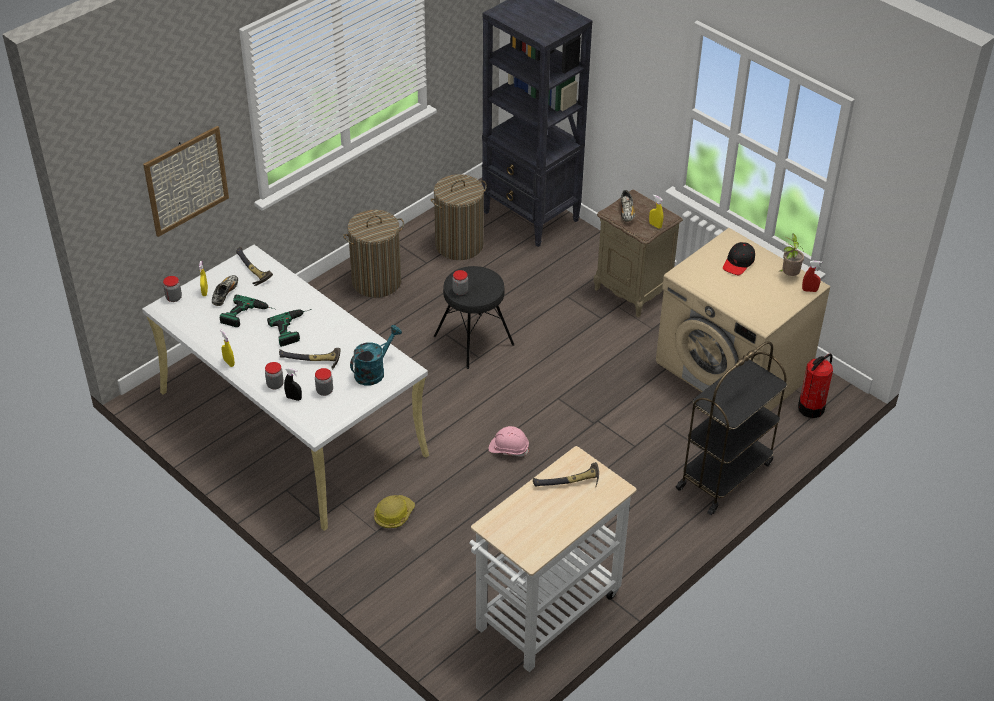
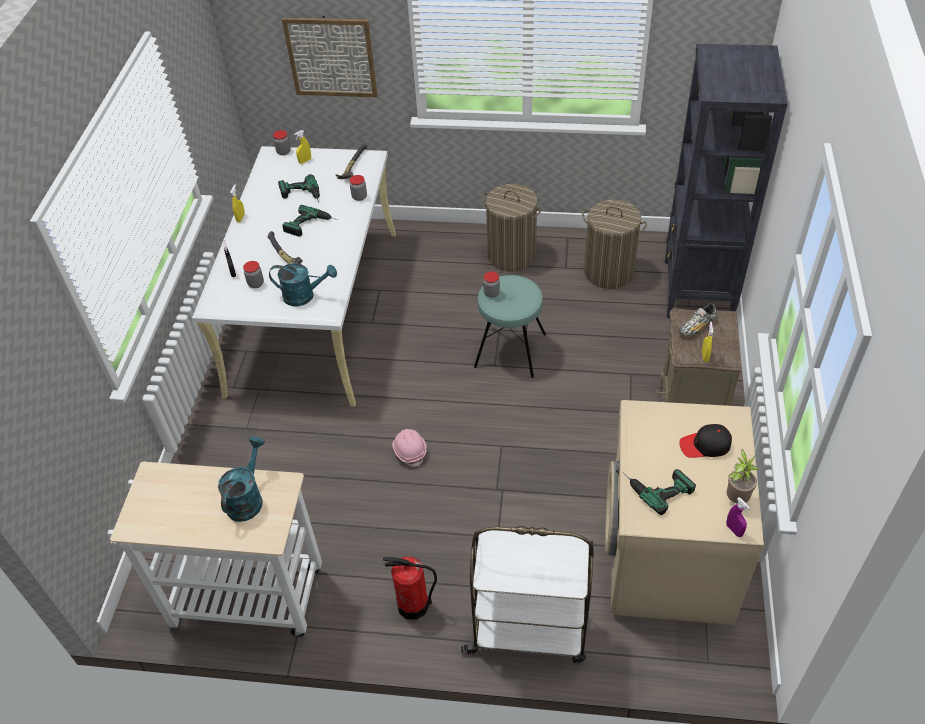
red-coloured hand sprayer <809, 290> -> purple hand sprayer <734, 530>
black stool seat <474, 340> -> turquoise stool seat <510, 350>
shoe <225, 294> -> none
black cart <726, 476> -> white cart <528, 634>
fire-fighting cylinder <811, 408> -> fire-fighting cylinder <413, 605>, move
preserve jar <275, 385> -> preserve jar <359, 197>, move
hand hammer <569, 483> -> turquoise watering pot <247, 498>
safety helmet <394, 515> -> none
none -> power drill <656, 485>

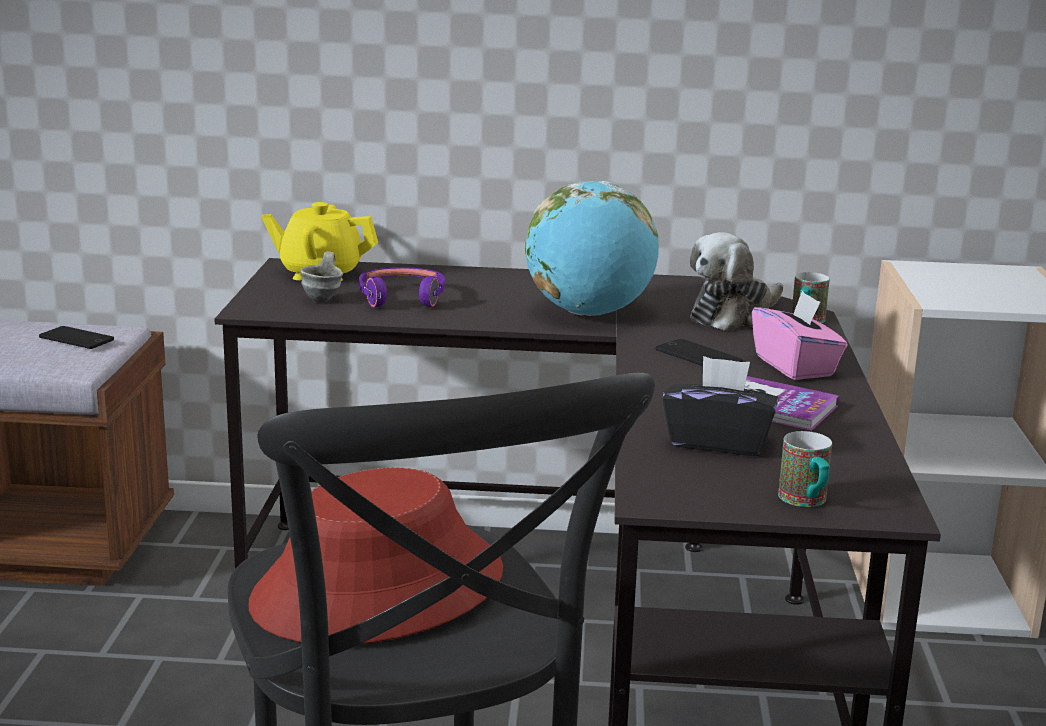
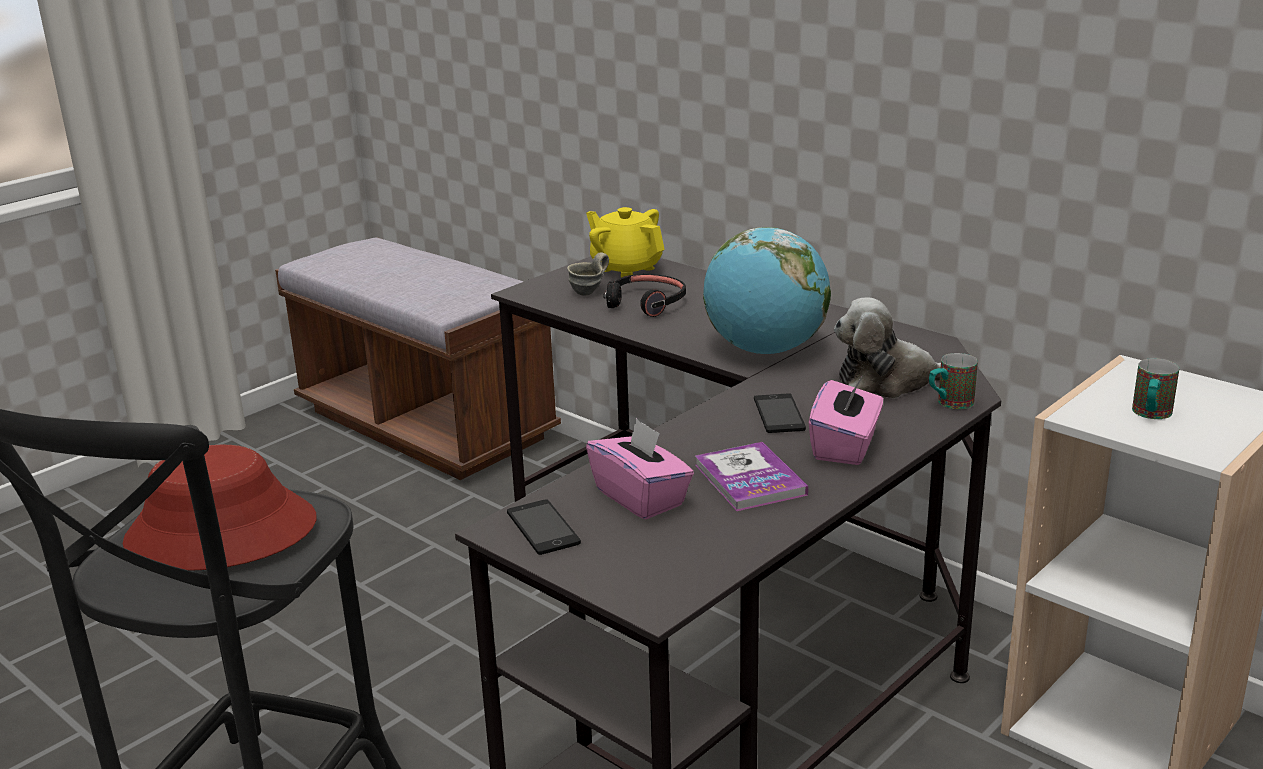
purple pair of headphones <402, 298> -> black pair of headphones <646, 303>
telephone <76, 339> -> telephone <543, 528>, move
black tissue box <718, 442> -> pinkish tissue box <641, 497>
tea mug <806, 502> -> tea mug <1150, 415>, move

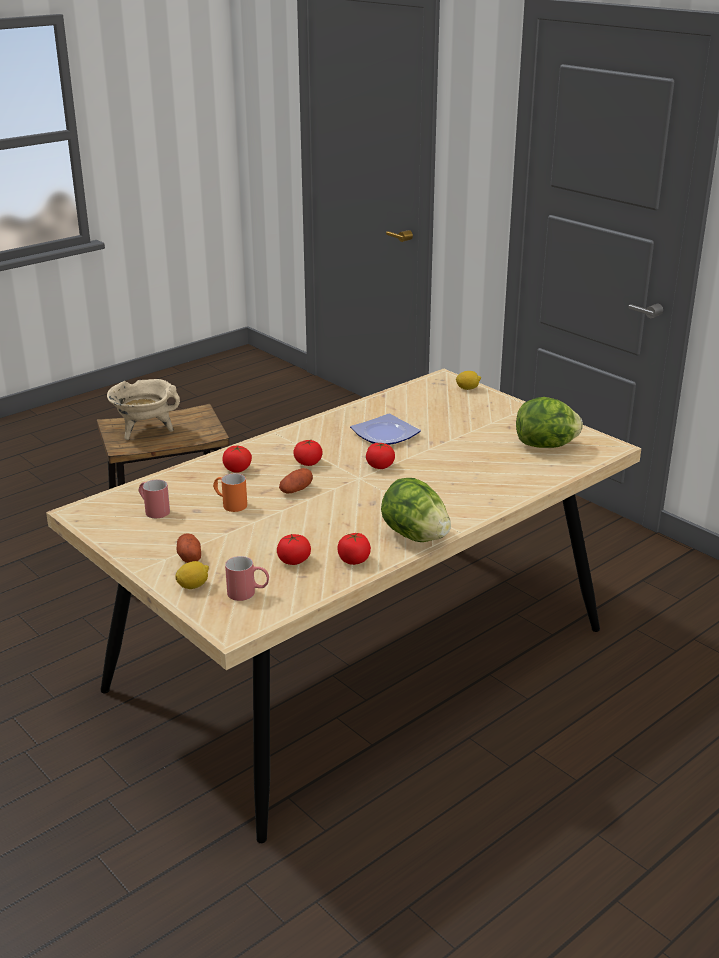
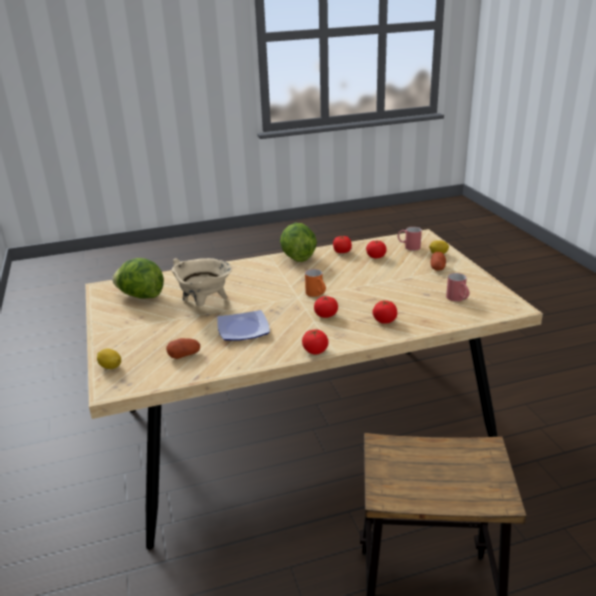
sand-coloured saucepot <145, 431> -> sand-coloured saucepot <205, 304>, move
whole tomato <380, 466> -> whole tomato <315, 350>, move
potato <296, 490> -> potato <184, 355>, move
orange-coloured tea mug <230, 504> -> orange-coloured tea mug <316, 294>, move

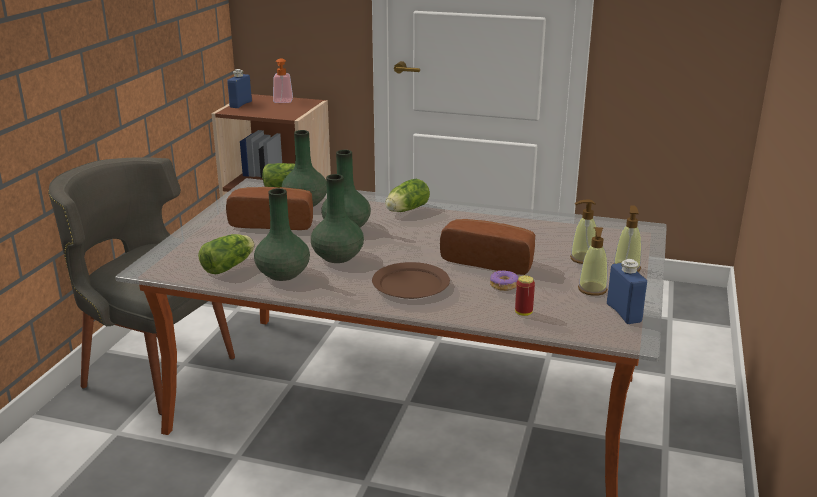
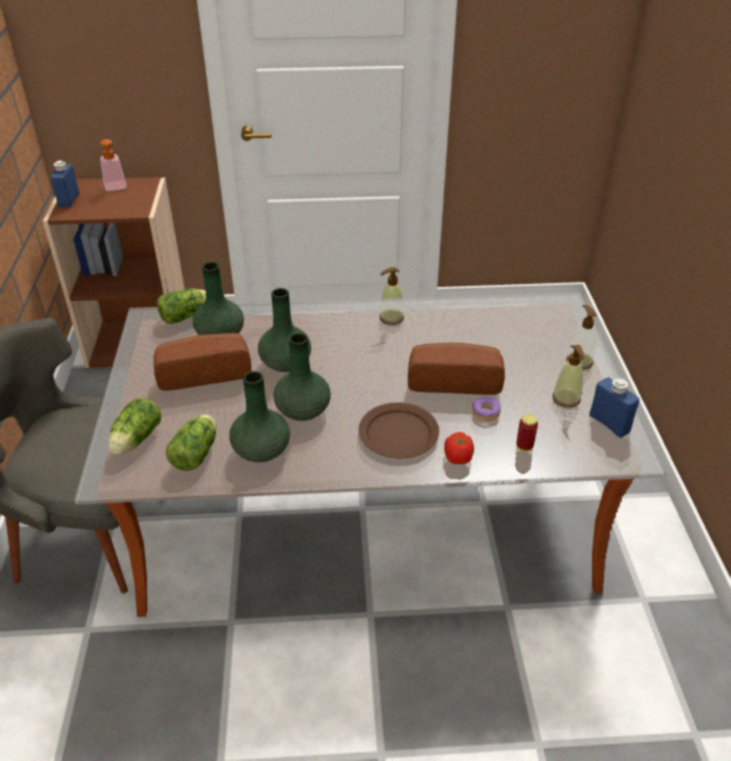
lettuce head <405, 210> -> lettuce head <135, 440>, move
liquid soap bottle <583, 259> -> liquid soap bottle <391, 318>, move
none -> whole tomato <457, 458>

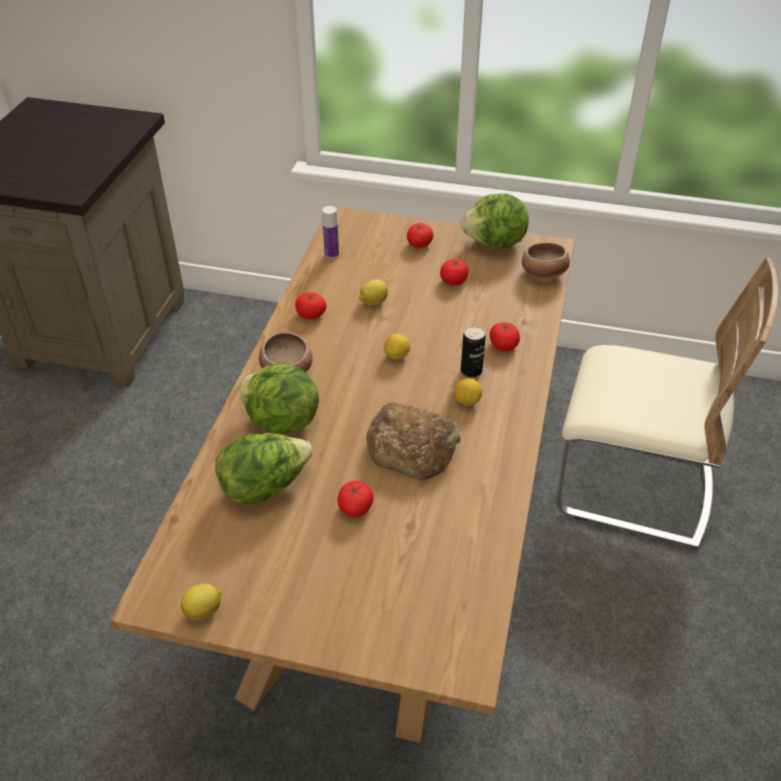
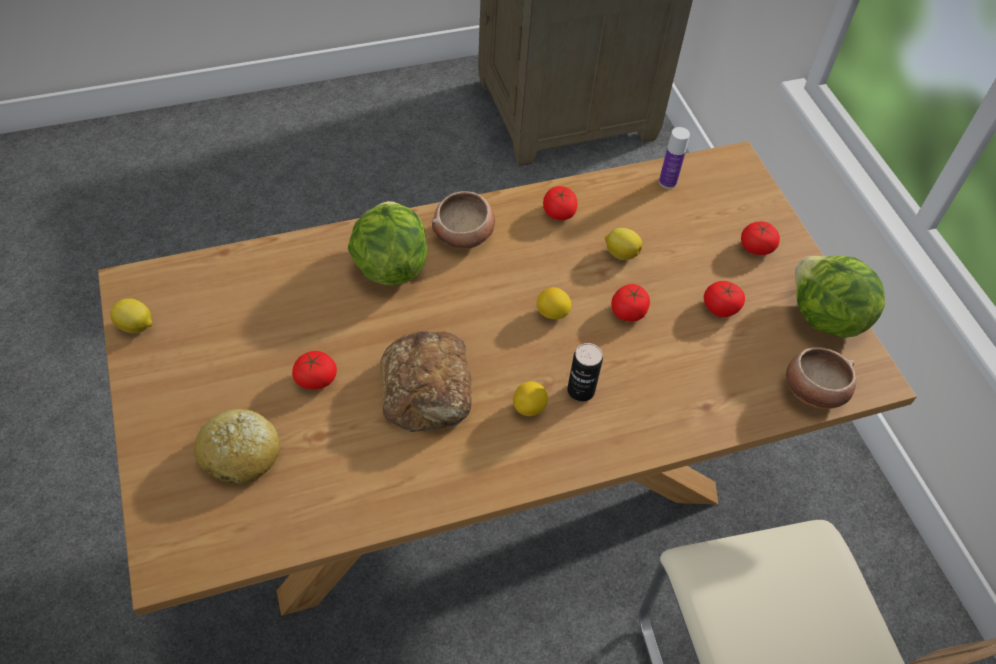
whole tomato <503, 345> -> whole tomato <628, 311>, move
lettuce head <265, 486> -> none
none -> bread <240, 454>

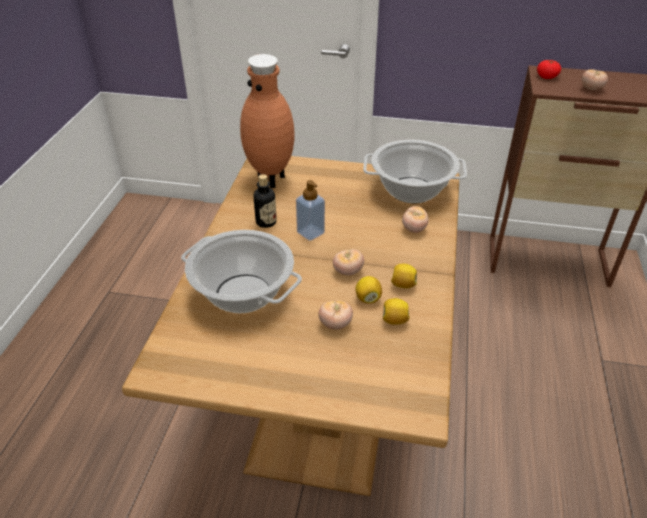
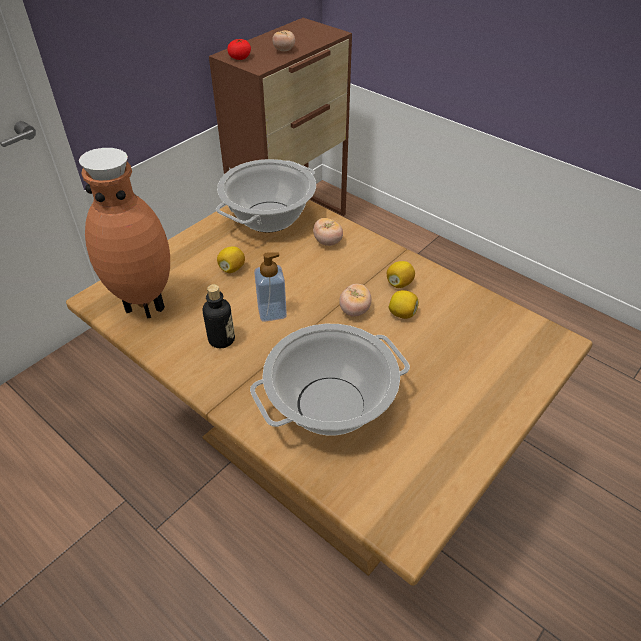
citrus fruit <394, 320> -> citrus fruit <232, 268>, move
whole tomato <335, 324> -> none

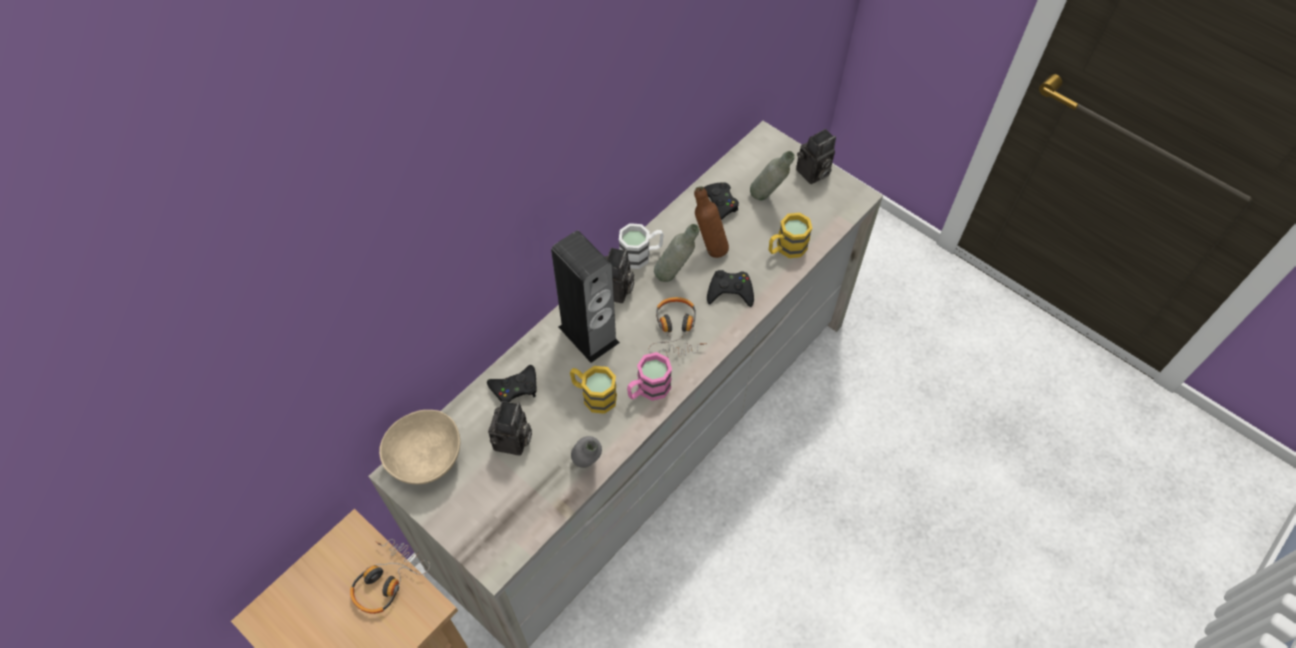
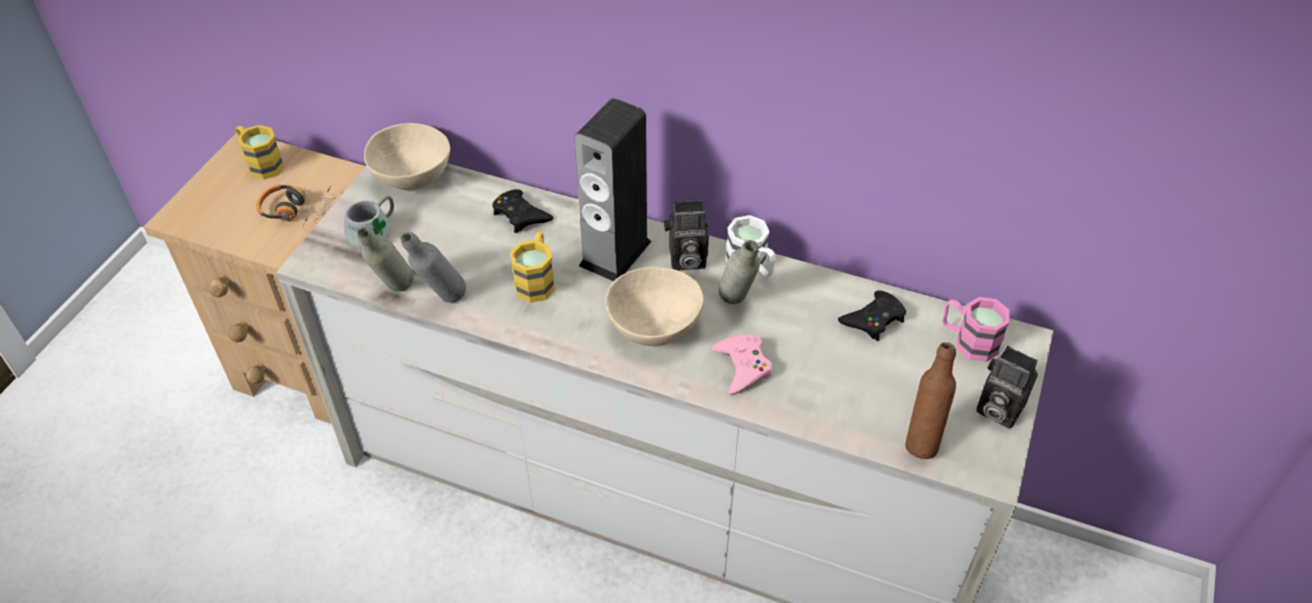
grey drink bottle <767, 199> -> grey drink bottle <394, 293>, move
brownish drink bottle <709, 247> -> brownish drink bottle <922, 439>, move
yellowish tea mug <786, 248> -> yellowish tea mug <261, 164>, move
black joypad <730, 291> -> pinkish joypad <742, 367>
pair of headphones <676, 331> -> sand-coloured bowl <656, 329>
pinkish tea mug <648, 389> -> pinkish tea mug <968, 341>, move
still camera <513, 442> -> none
none -> grey tea mug <377, 234>

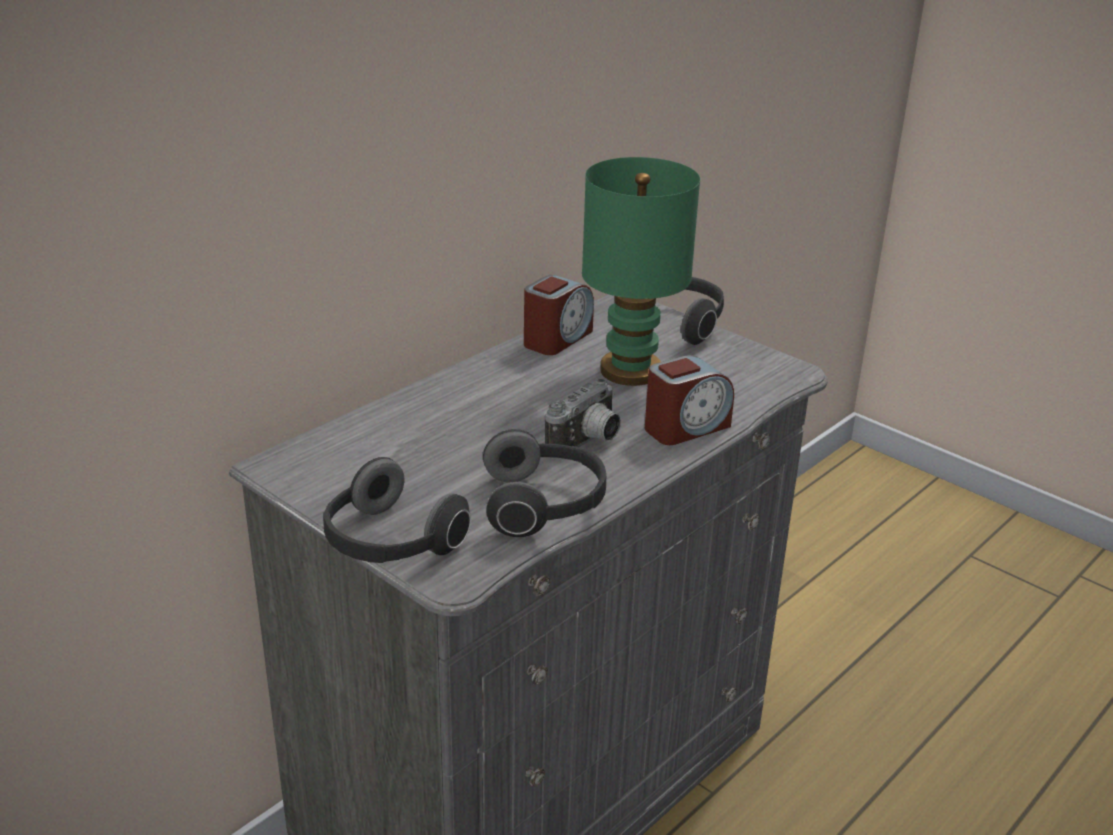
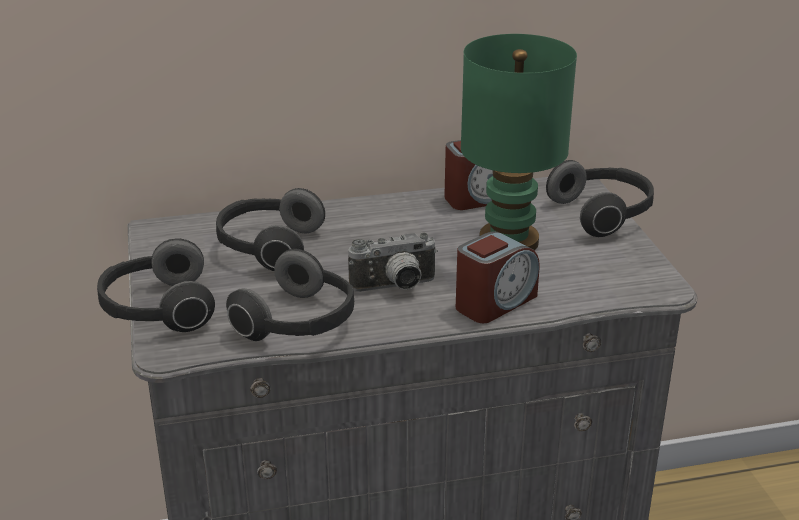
alarm clock <686, 427> -> alarm clock <495, 302>, 45 degrees counterclockwise
none -> pair of headphones <268, 247>

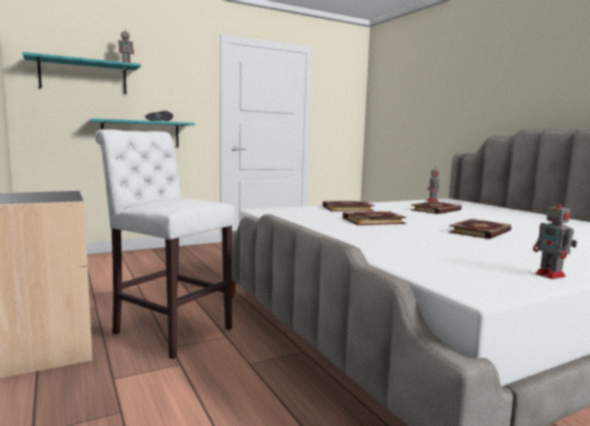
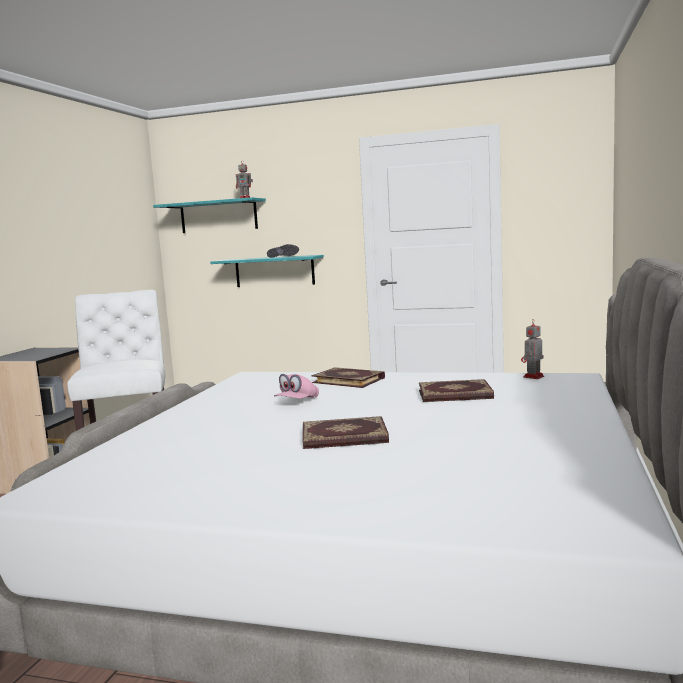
robot figure <551, 275> -> none
volume <373, 220> -> pinkish peaked cap <297, 402>

